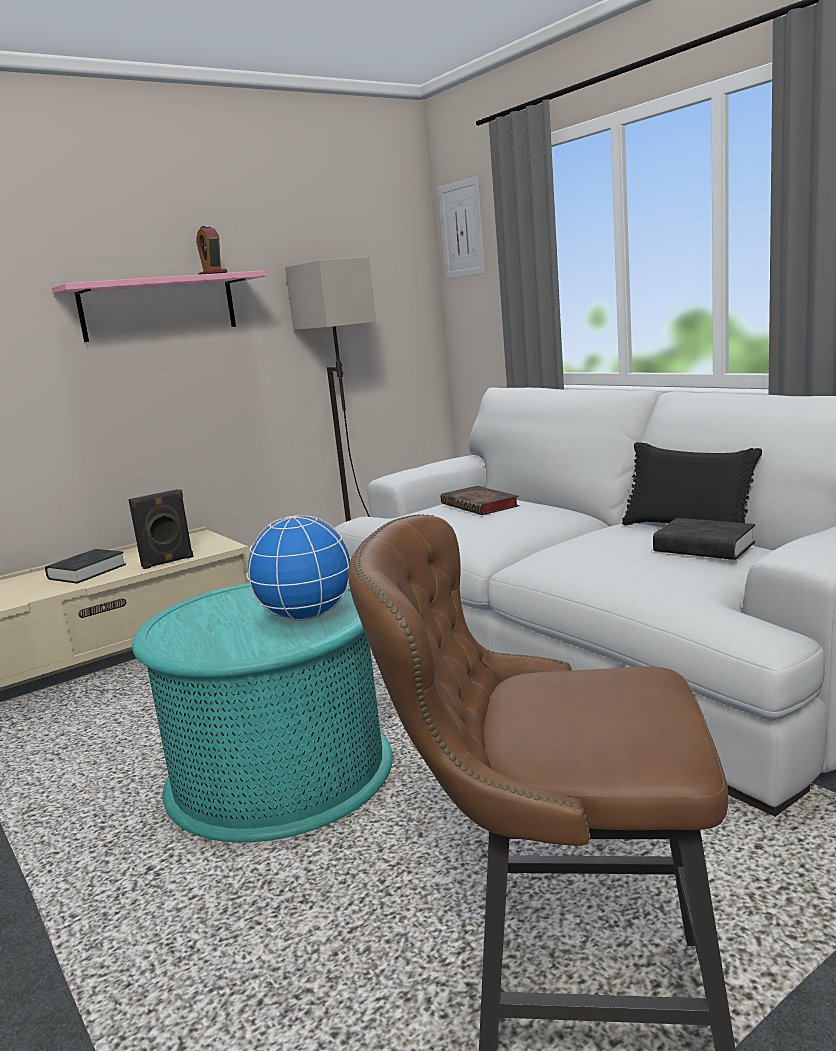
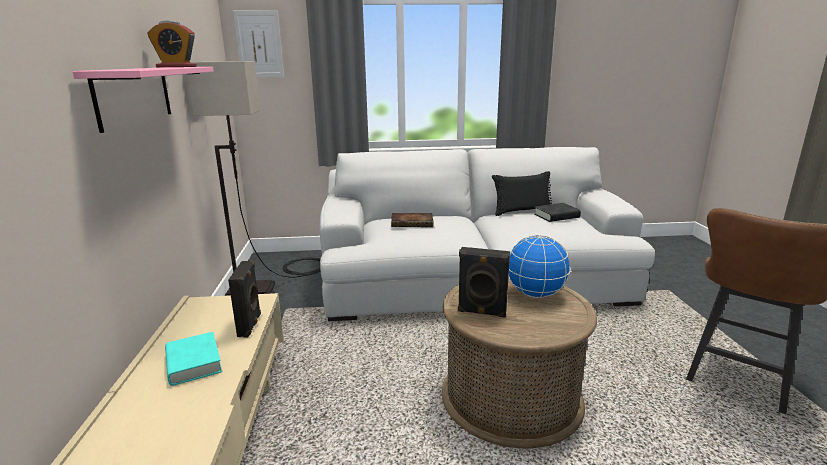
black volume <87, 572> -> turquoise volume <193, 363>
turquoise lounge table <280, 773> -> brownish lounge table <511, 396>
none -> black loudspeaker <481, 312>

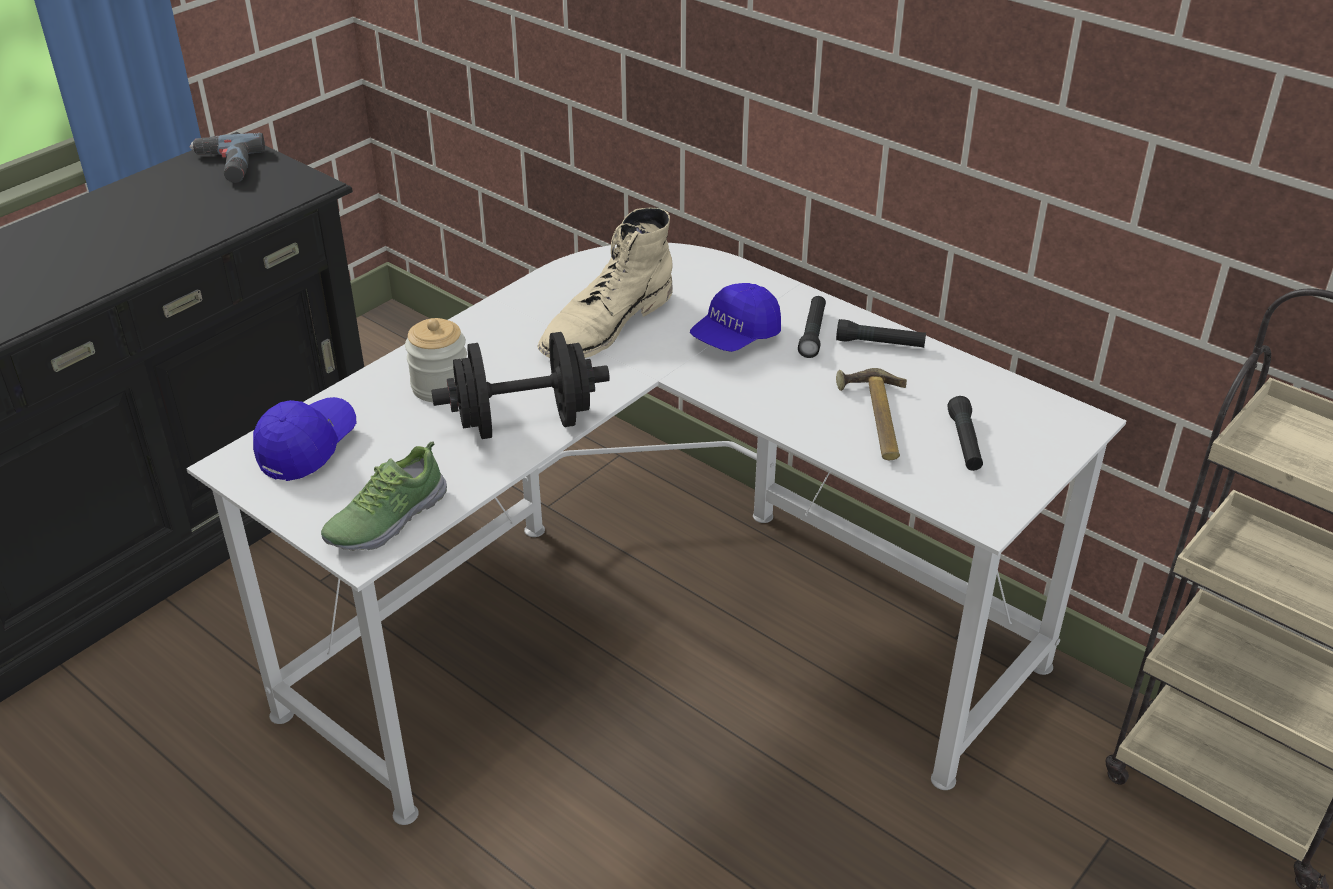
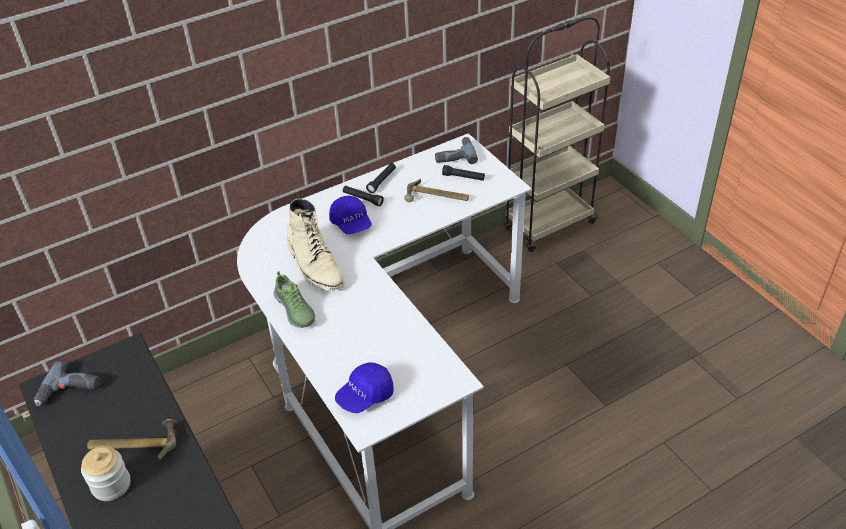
preserve jar <440, 386> -> preserve jar <111, 485>, move
black dumbbell <524, 423> -> none
blue peaked cap <308, 448> -> blue peaked cap <365, 396>, 90 degrees counterclockwise
shoe <385, 519> -> shoe <295, 310>, move
none -> power drill <454, 155>
none -> hand hammer <134, 443>

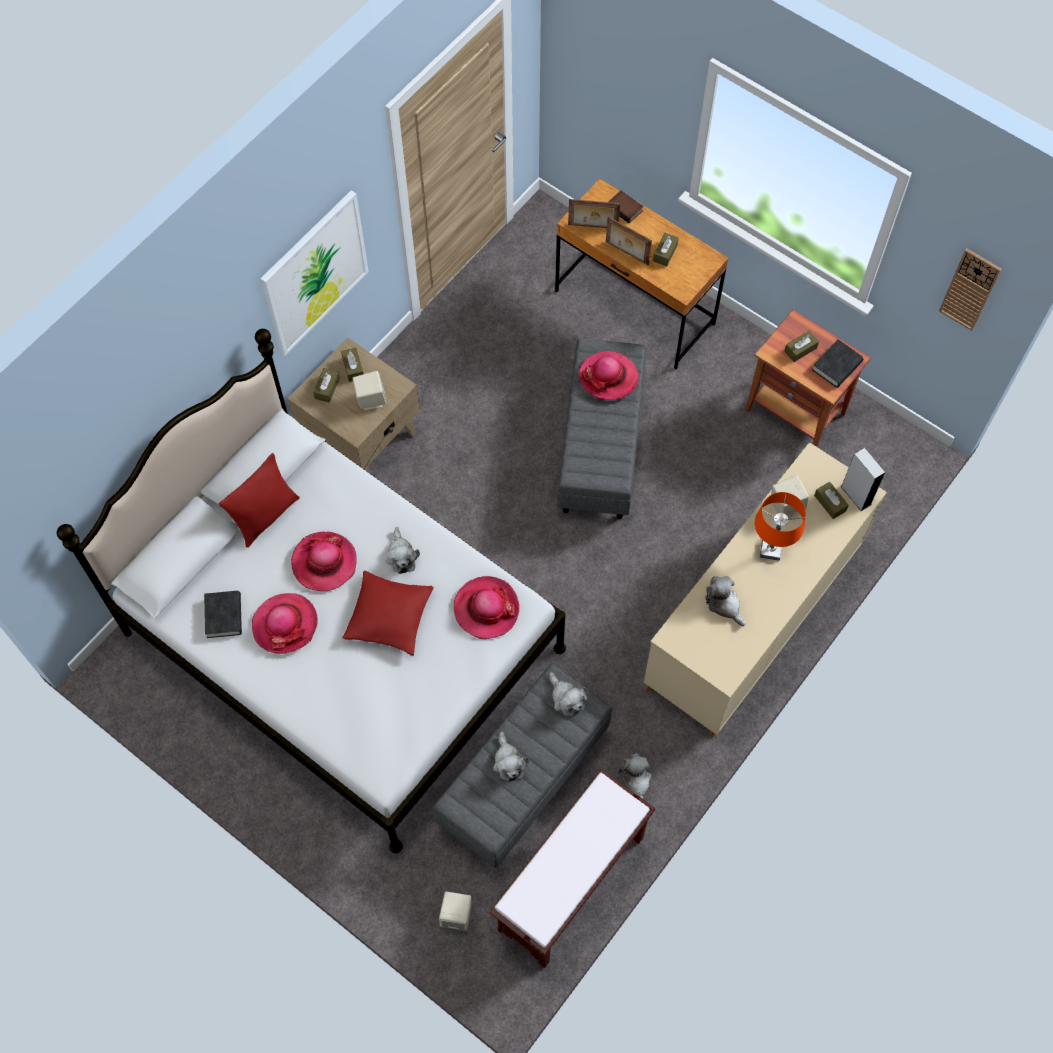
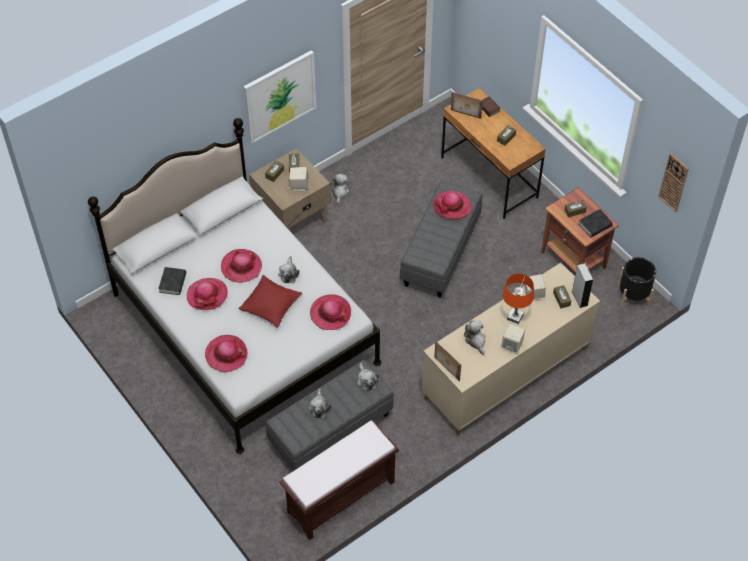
picture frame <626, 253> -> picture frame <446, 369>, move
red-coloured pillow <266, 516> -> none
soft toy <636, 781> -> soft toy <339, 192>, move
sand-coloured loudspeaker <456, 915> -> sand-coloured loudspeaker <512, 345>, move
none -> black plant pot <633, 295>
none -> wearable hat <226, 354>

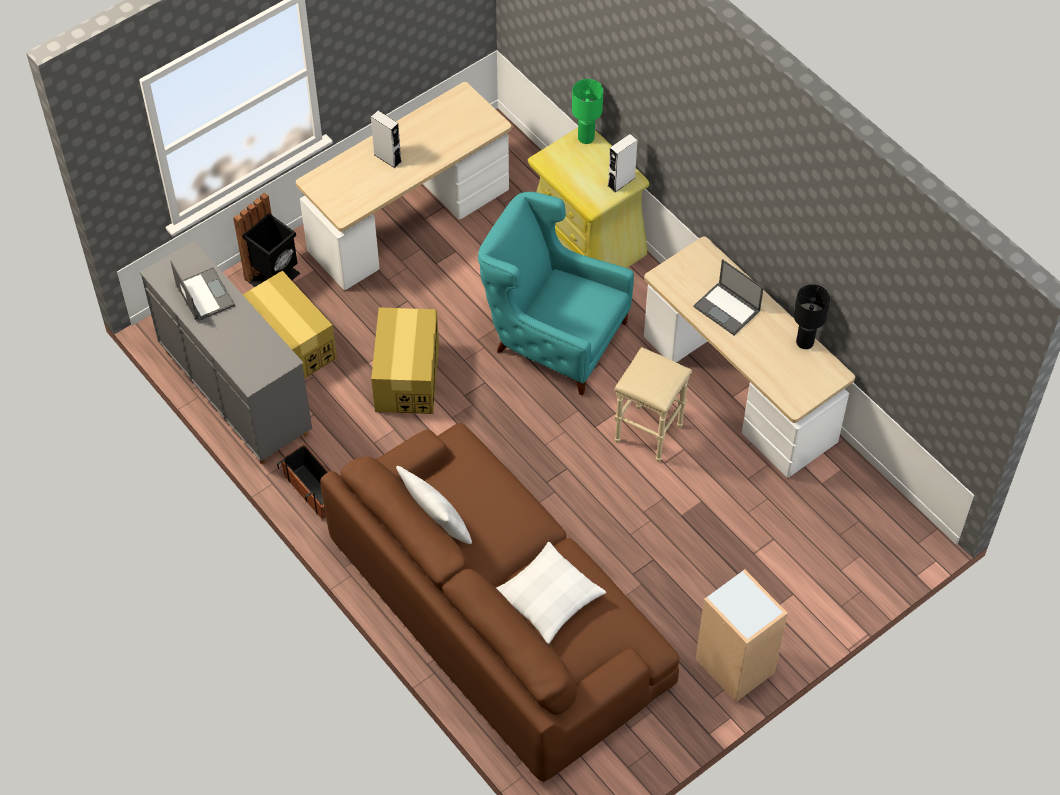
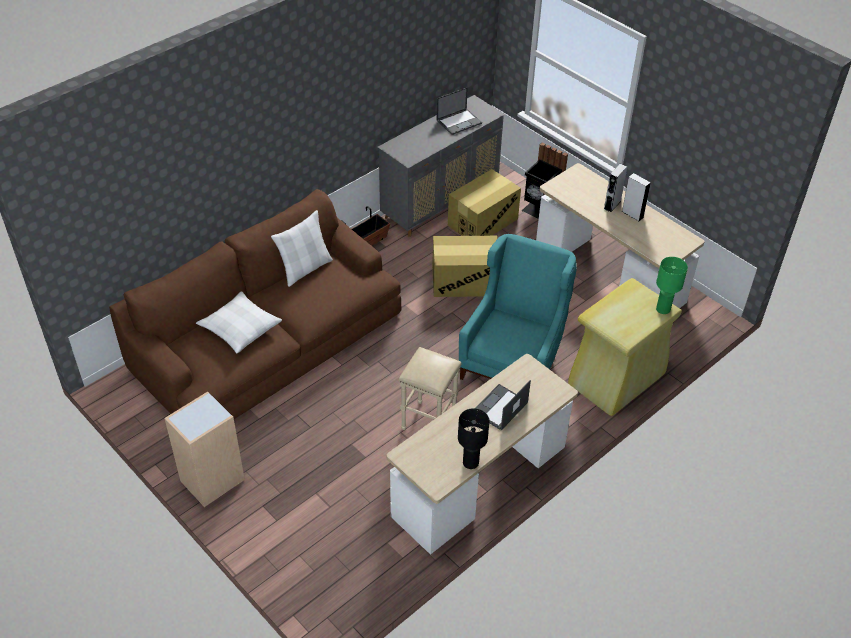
white loudspeaker <621, 182> -> white loudspeaker <632, 214>, move

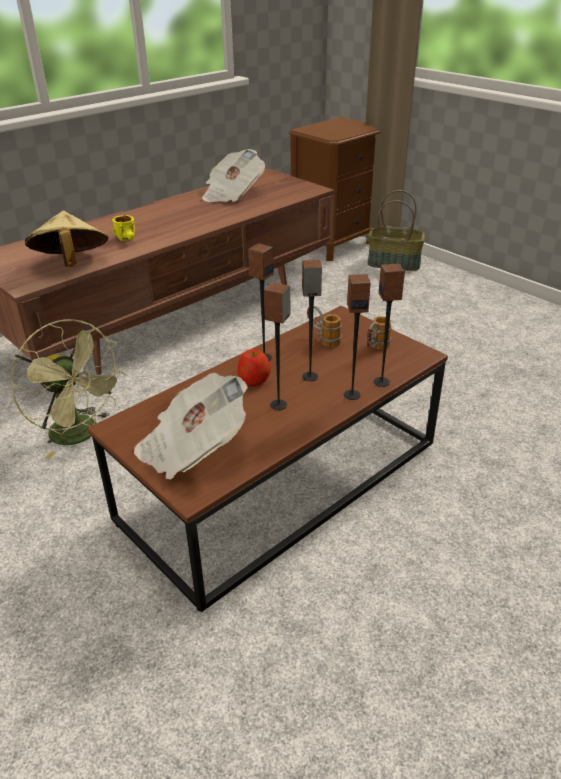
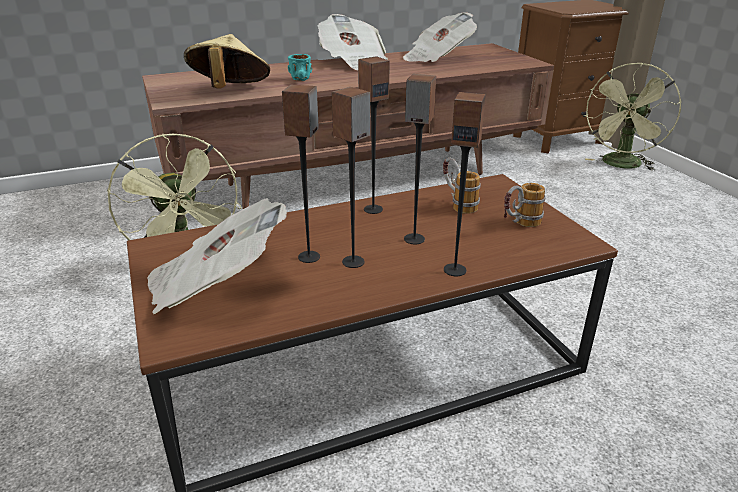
storage basket <394, 263> -> greenish fan <621, 165>
yellowish tea mug <129, 240> -> turquoise tea mug <302, 80>
loudspeaker <382, 382> -> loudspeaker <309, 257>, move
whole apple <254, 379> -> none
none -> newspaper <353, 62>

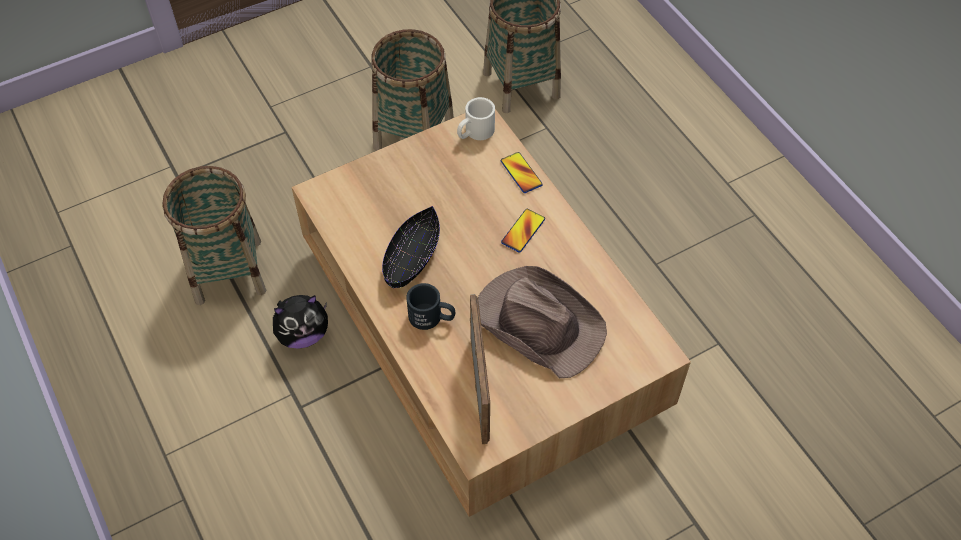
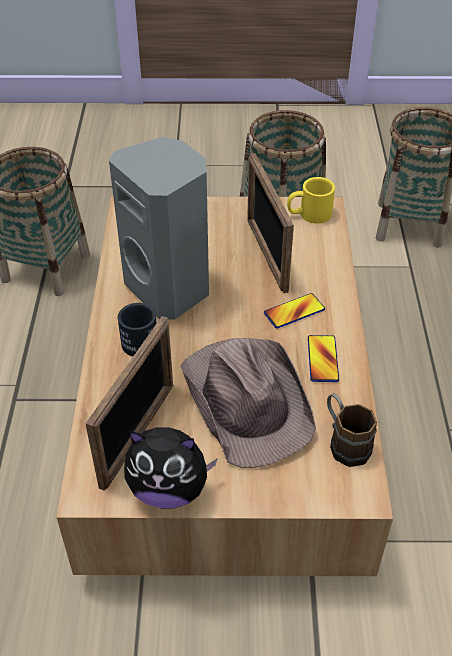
white tea mug <475, 132> -> yellowish tea mug <309, 214>
telephone <521, 173> -> telephone <322, 359>, move
black bowl <412, 256> -> grey loudspeaker <170, 289>
soft toy <303, 334> -> soft toy <169, 489>, move
none -> picture frame <266, 254>
none -> brownish tea mug <344, 442>

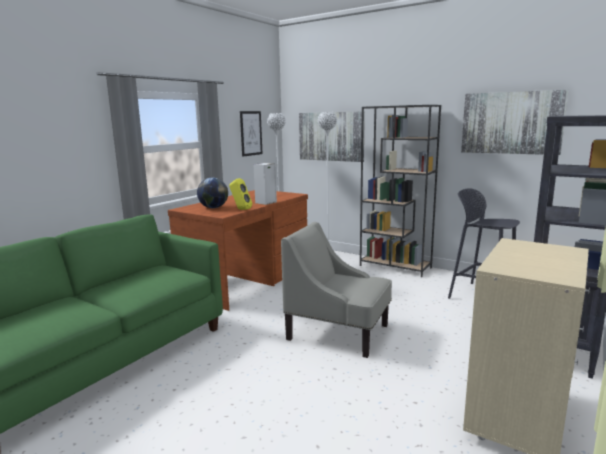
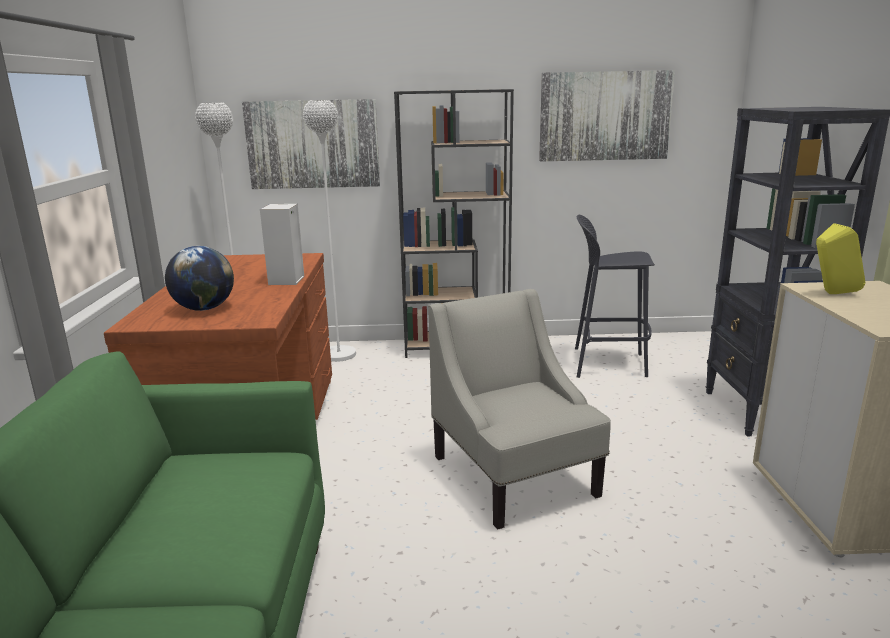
wall picture <251, 133> -> none
yellowish loudspeaker <240, 209> -> yellowish loudspeaker <831, 294>, move
grey lounge chair <339, 332> -> grey lounge chair <515, 476>, 75 degrees clockwise

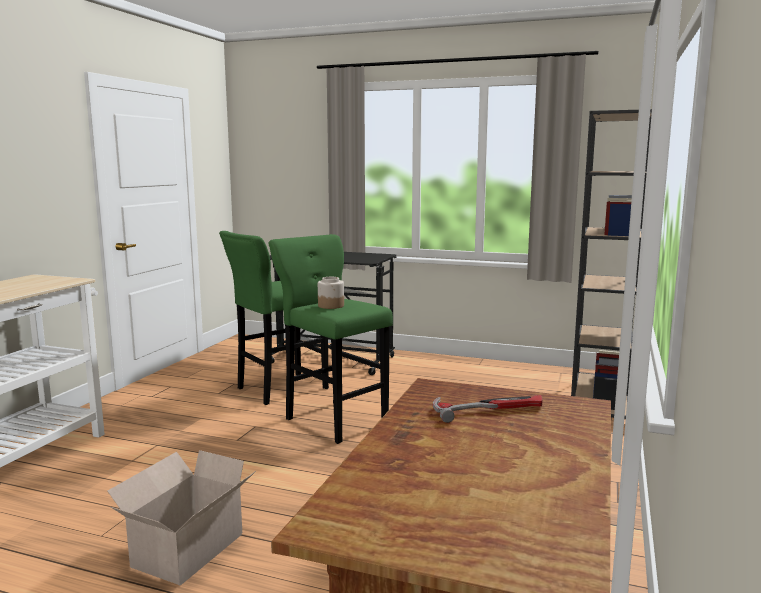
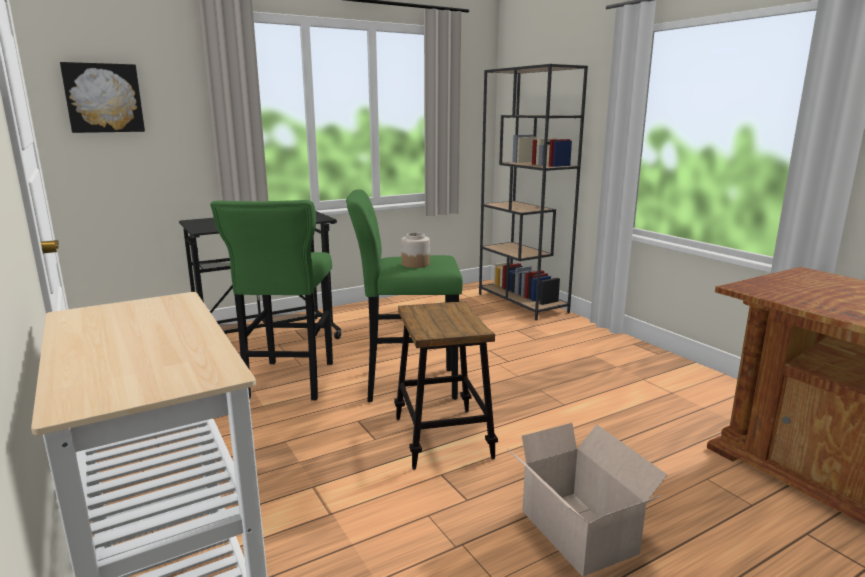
hand hammer <488, 409> -> none
none -> wall picture <103, 98>
none -> stool seat <442, 437>

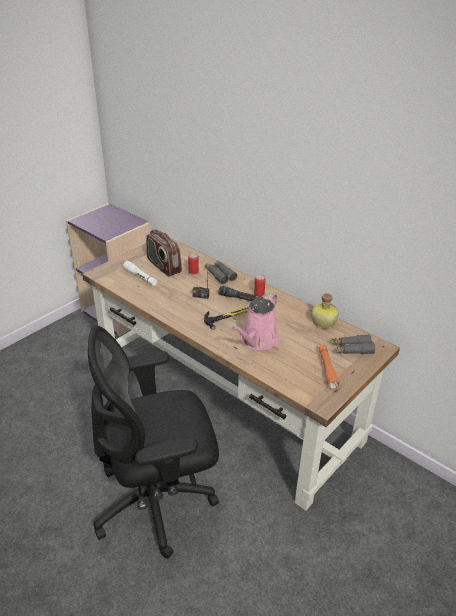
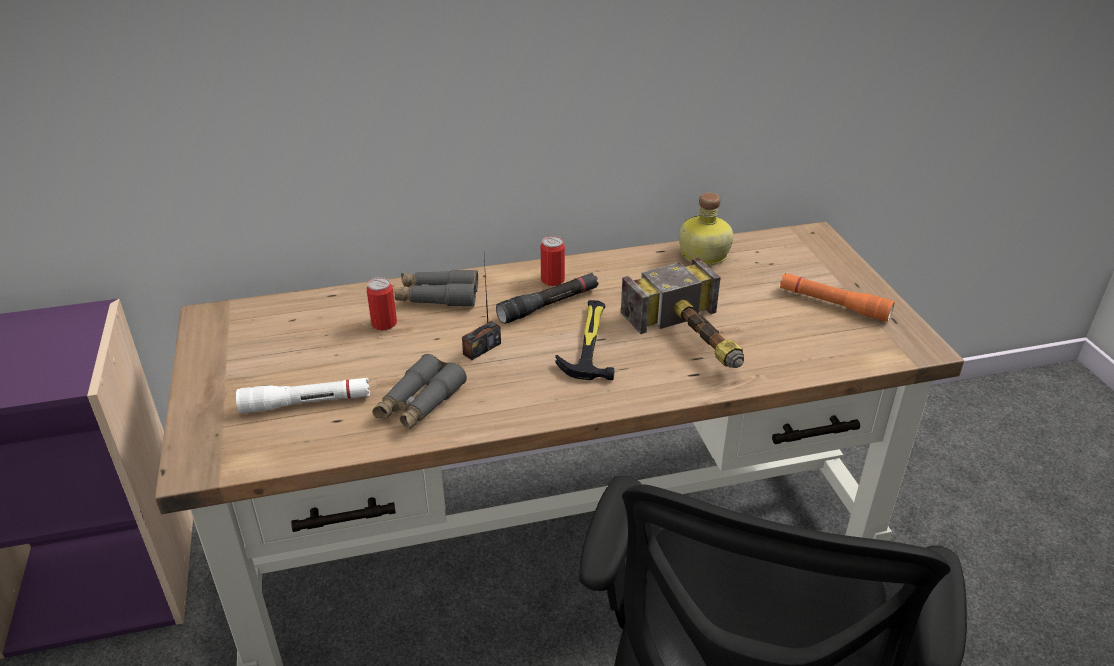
radio <163, 266> -> none
pinkish watering pot <257, 340> -> hand hammer <695, 340>
grey binoculars <352, 349> -> grey binoculars <419, 403>, move

